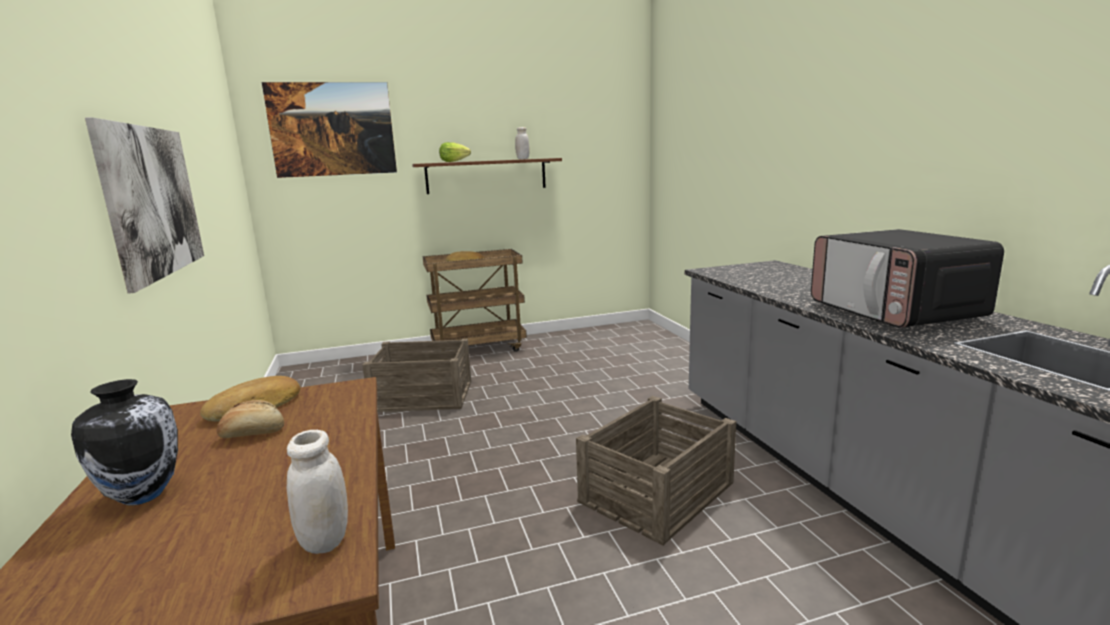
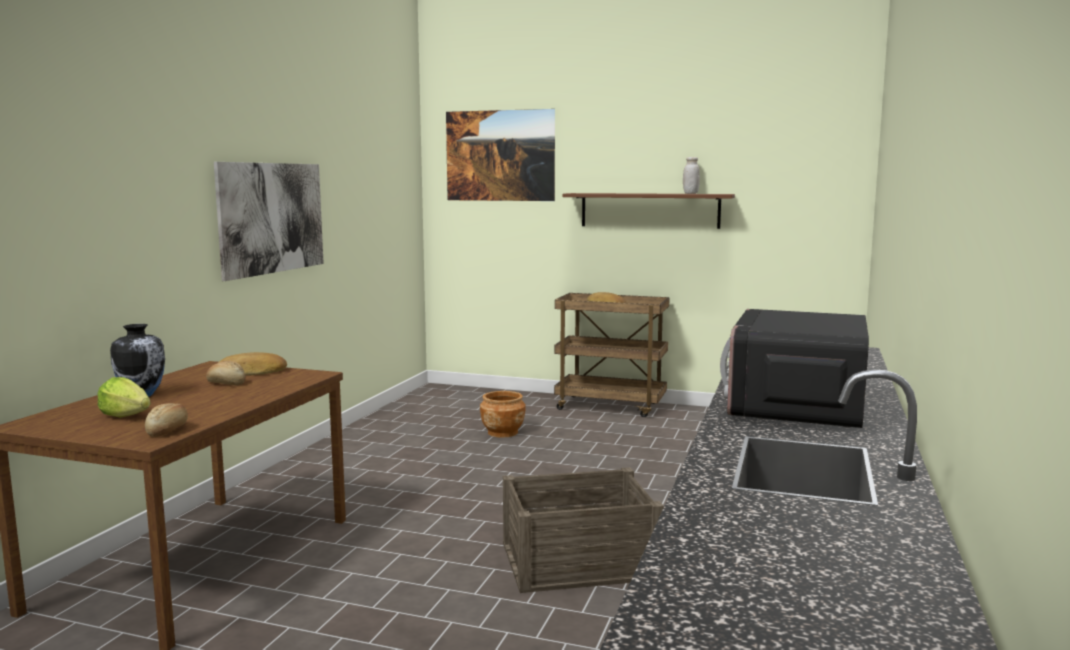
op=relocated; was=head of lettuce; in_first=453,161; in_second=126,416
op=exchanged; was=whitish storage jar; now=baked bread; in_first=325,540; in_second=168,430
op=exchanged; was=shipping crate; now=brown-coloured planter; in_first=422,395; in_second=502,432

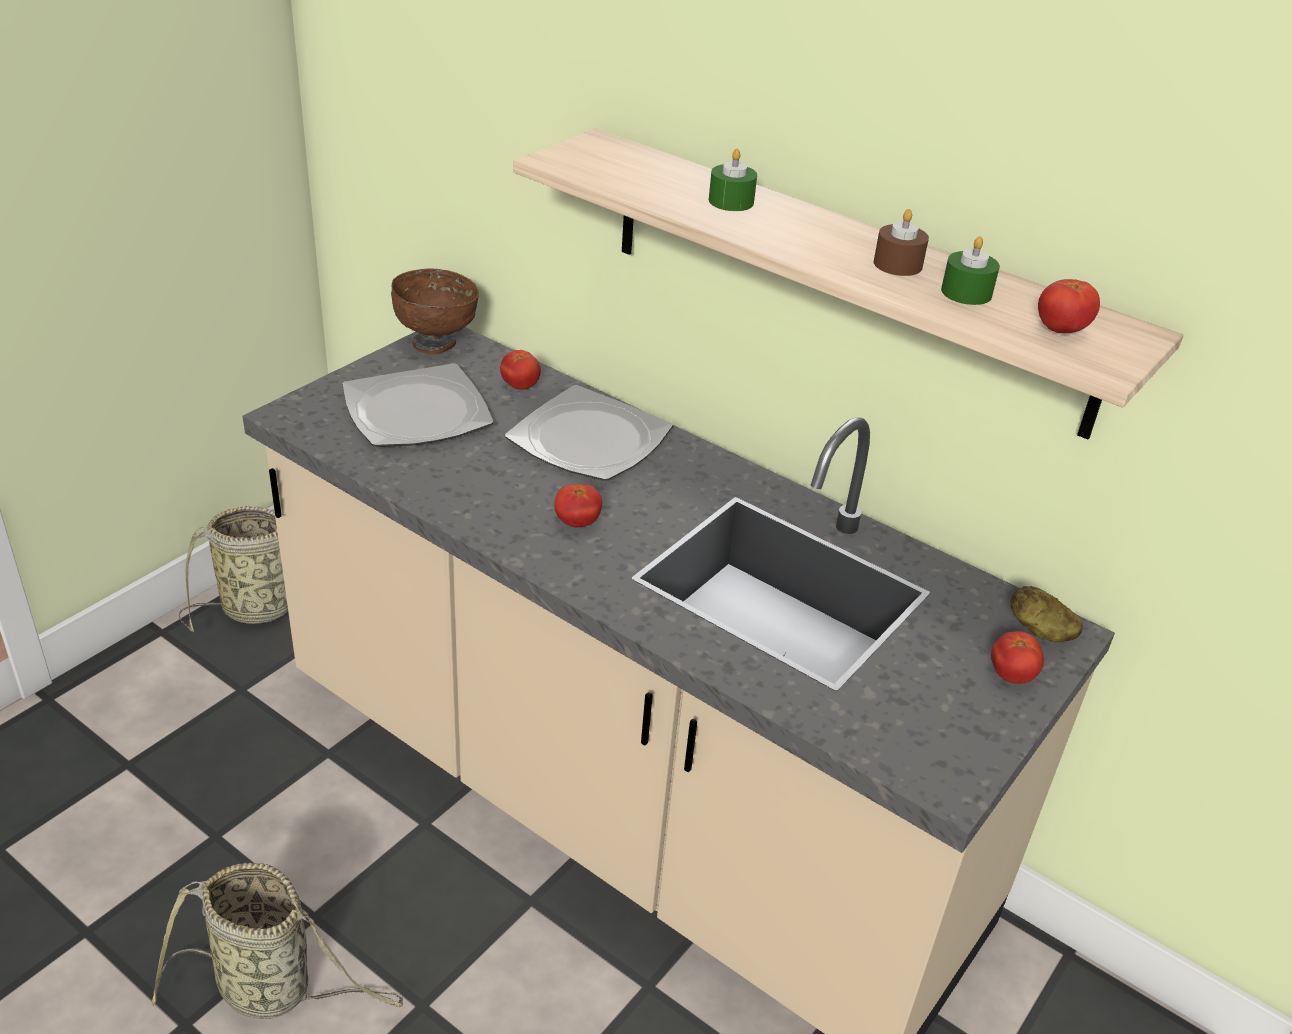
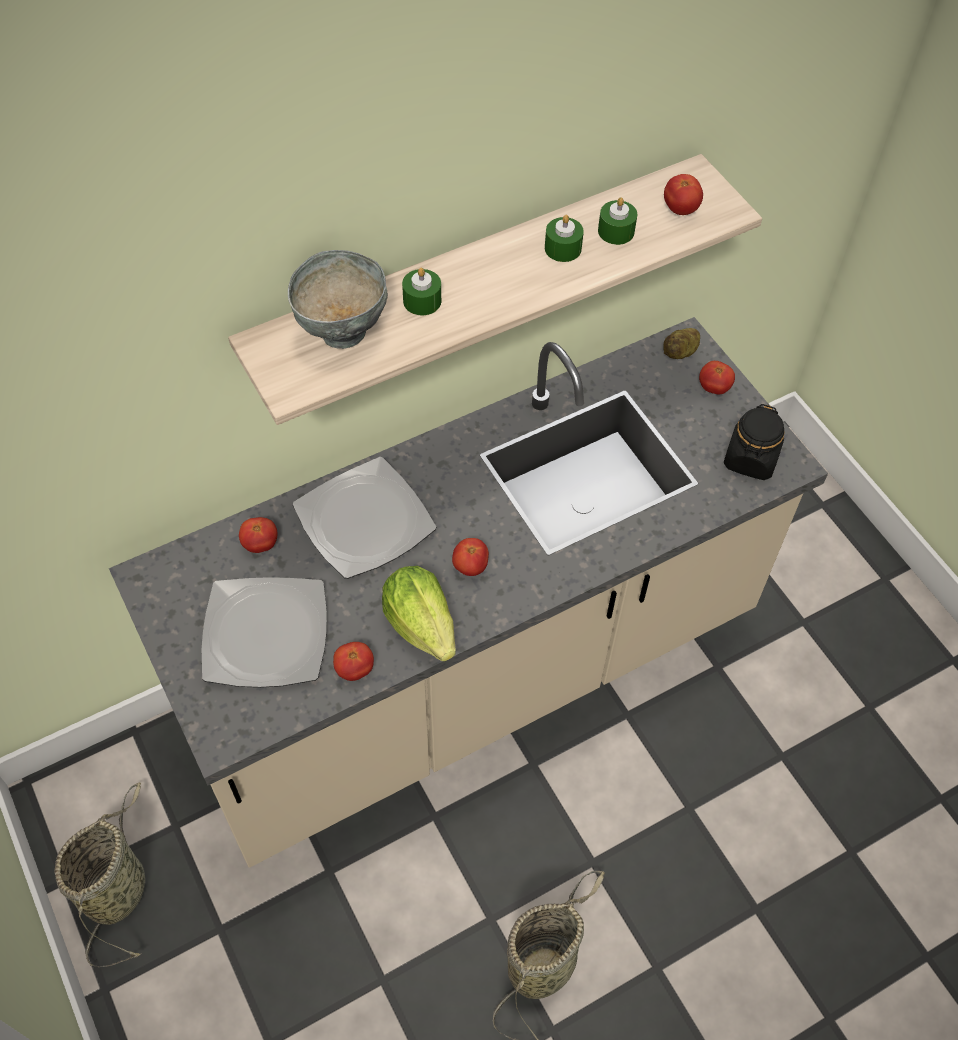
op=appeared; now=grey bowl; in_second=342,333
op=appeared; now=tomato; in_second=354,669
op=appeared; now=head of lettuce; in_second=421,624
op=colour; was=brown-coloured wax candle; now=green wax candle; in_first=897,264; in_second=563,248
op=appeared; now=black-coloured storage jar; in_second=750,459
op=missing; was=brown-coloured bowl; in_first=436,343

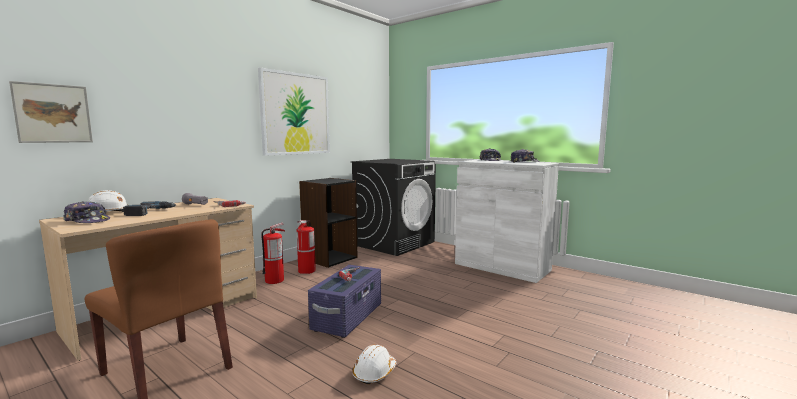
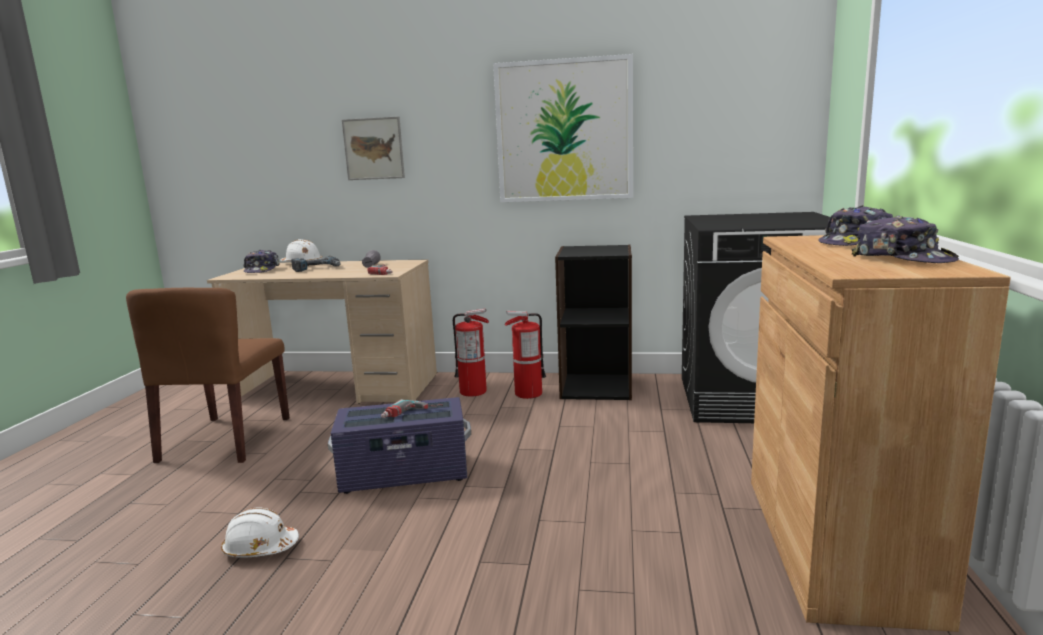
op=relocated; was=wall art; in_first=53,113; in_second=373,148
op=colour; was=whitish storage cabinet; now=brown-coloured storage cabinet; in_first=502,267; in_second=835,543

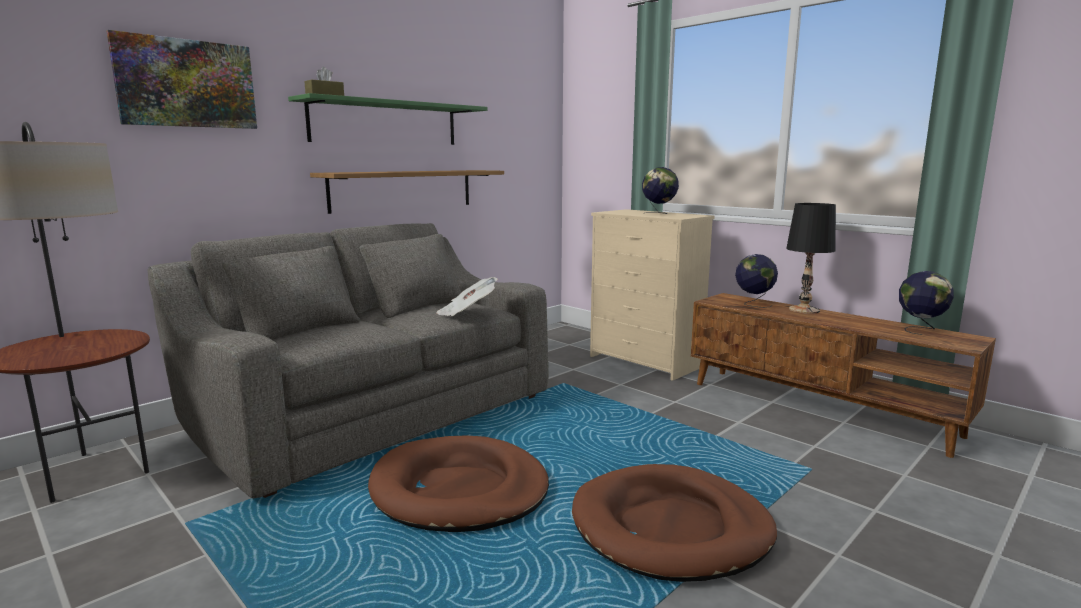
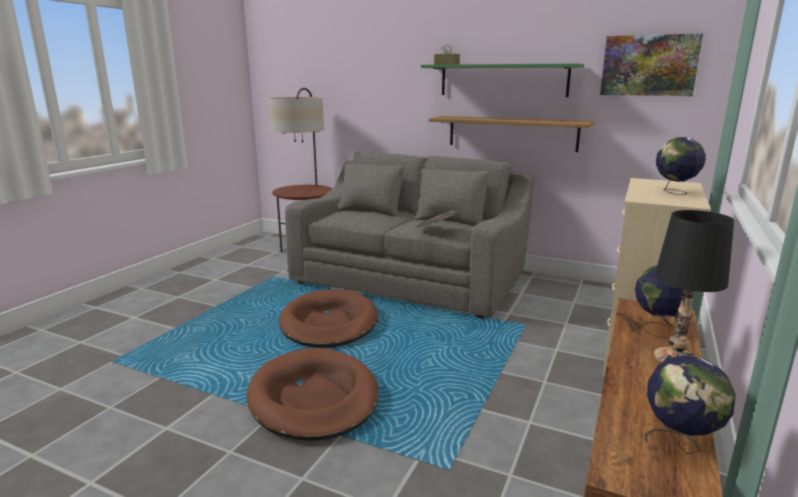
op=relocated; was=wall art; in_first=186,83; in_second=649,65

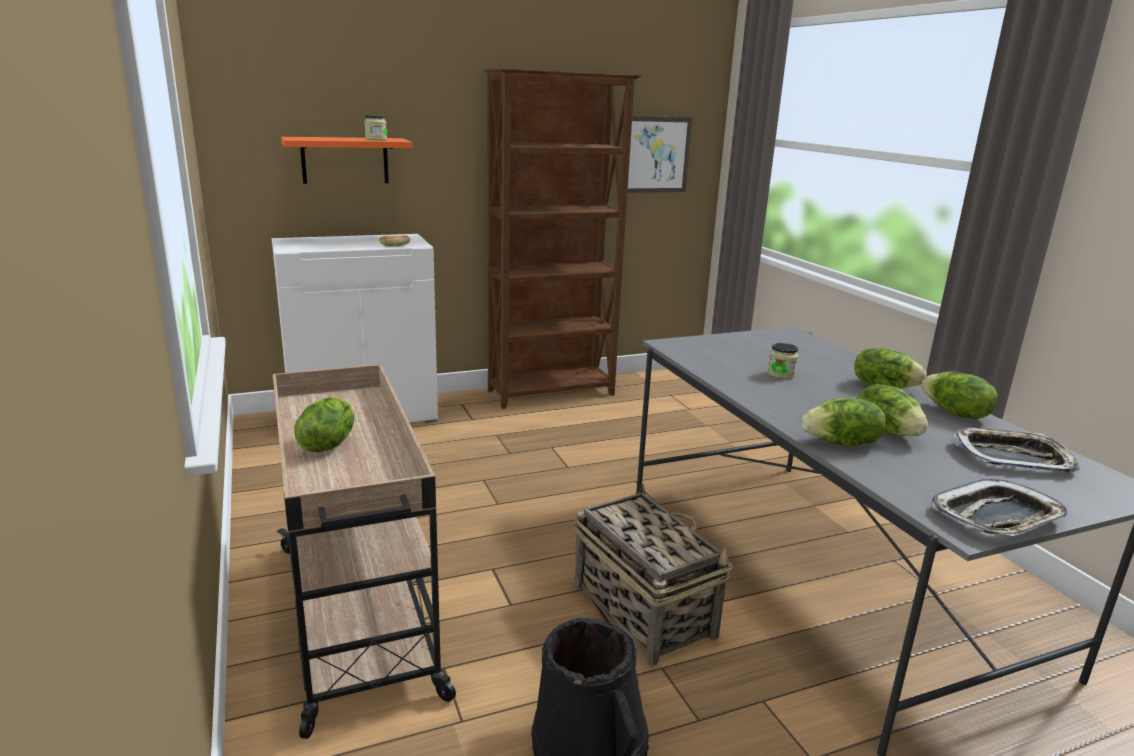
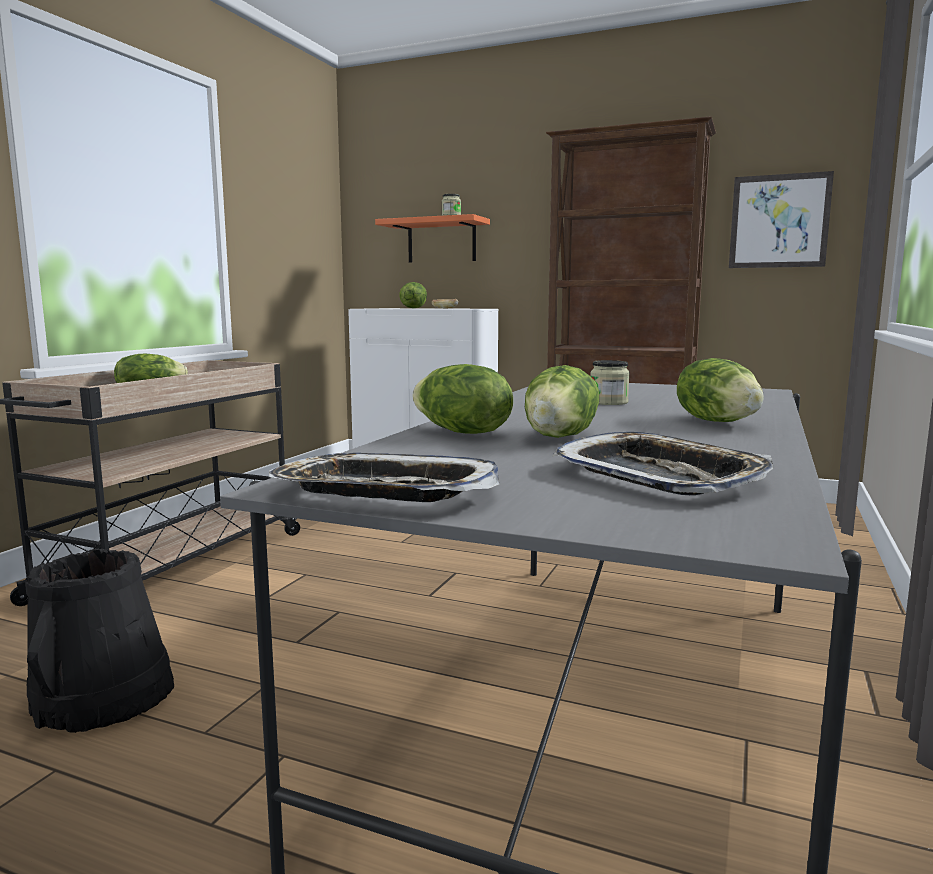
op=relocated; was=head of lettuce; in_first=955,413; in_second=413,308
op=missing; was=storage basket; in_first=642,609

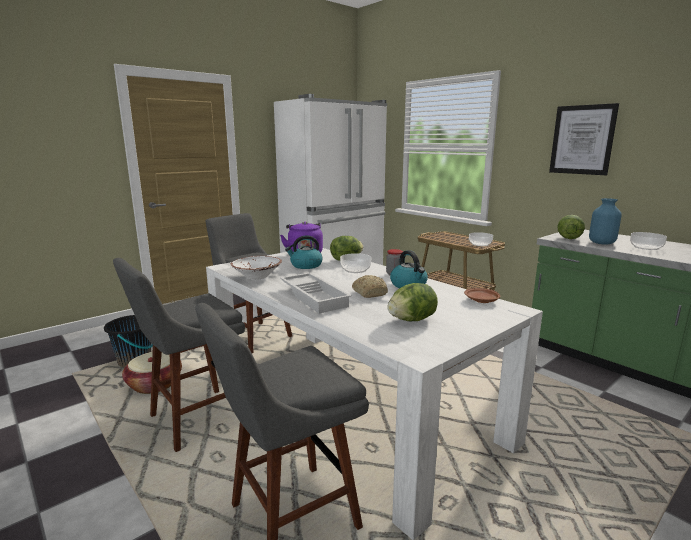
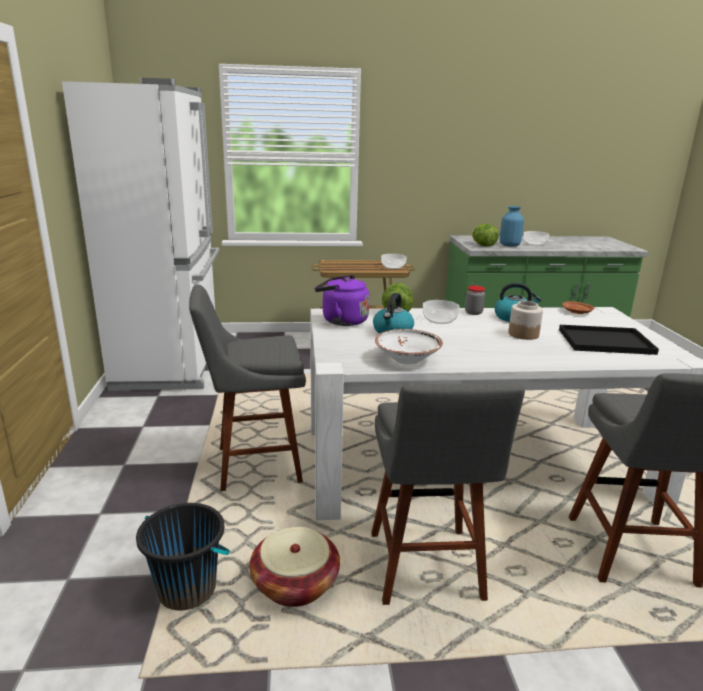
op=exchanged; was=baked bread; now=storage jar; in_first=369,293; in_second=523,334
op=exchanged; was=head of lettuce; now=black-coloured serving tray; in_first=412,320; in_second=607,341
op=missing; was=whitish serving tray; in_first=315,297
op=missing; was=wall art; in_first=582,140

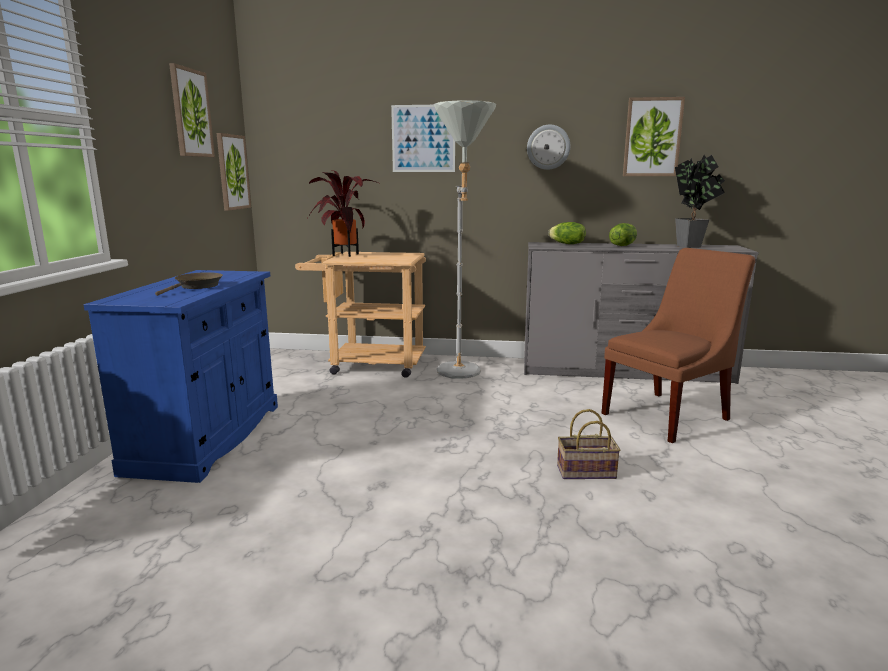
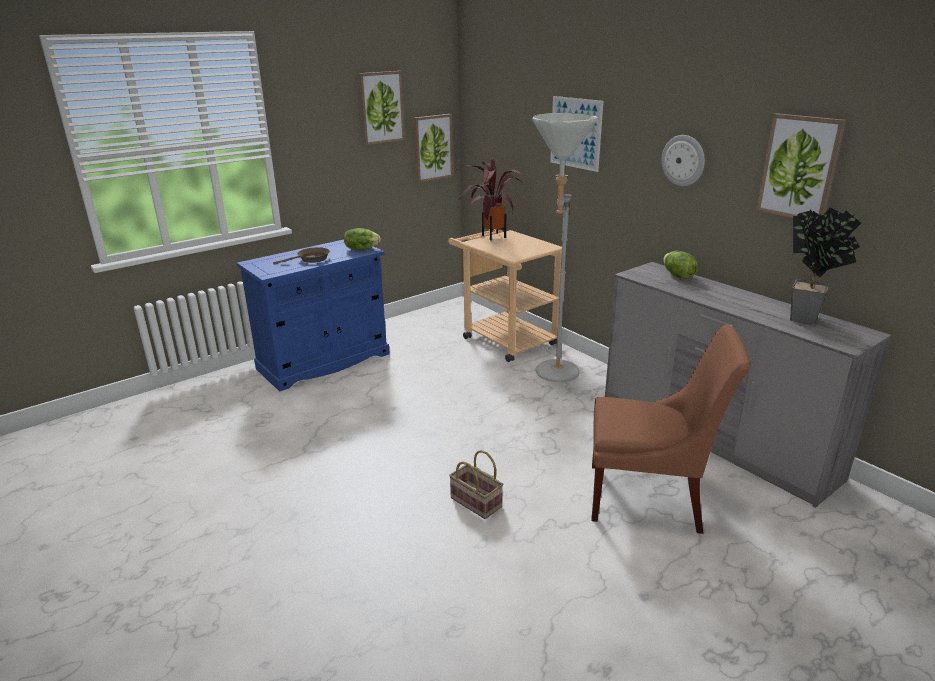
op=relocated; was=head of lettuce; in_first=622,245; in_second=361,249

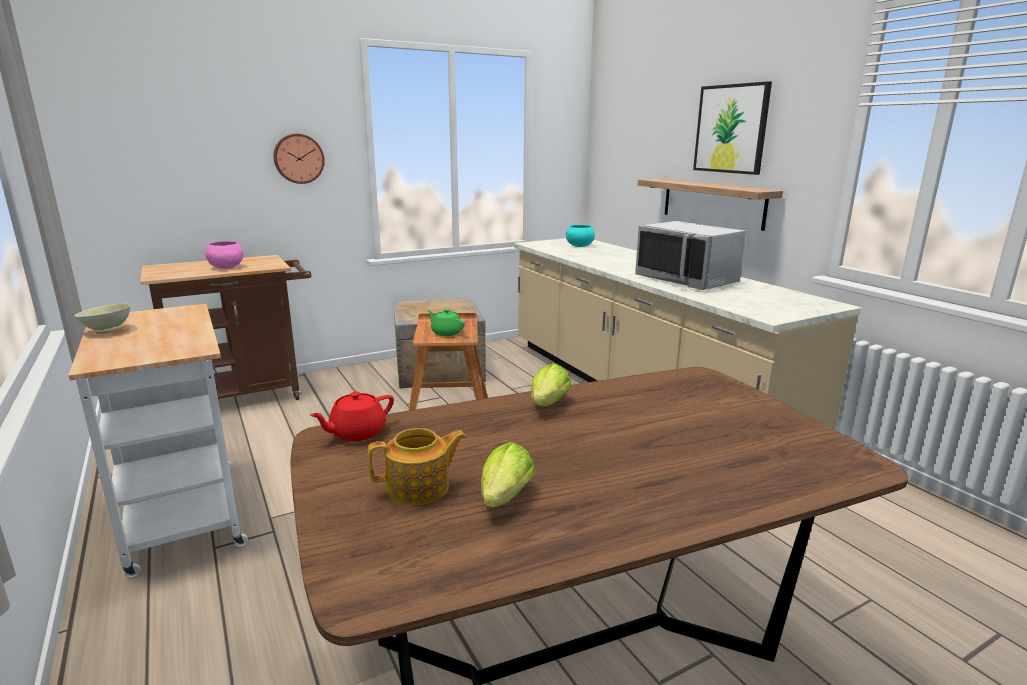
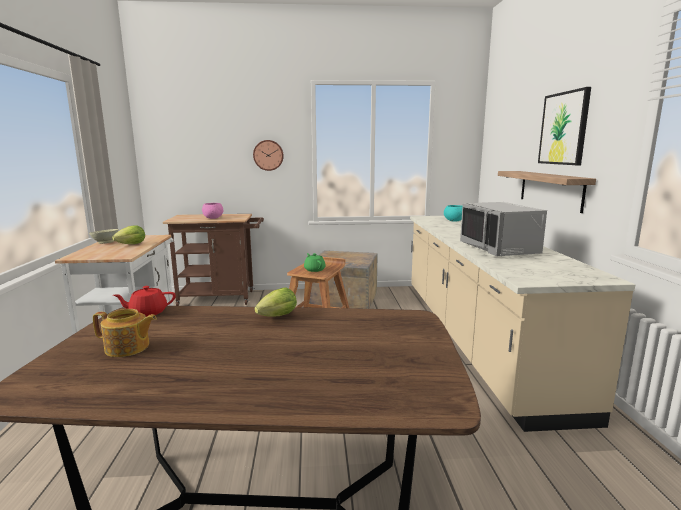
op=relocated; was=head of lettuce; in_first=503,500; in_second=129,245

